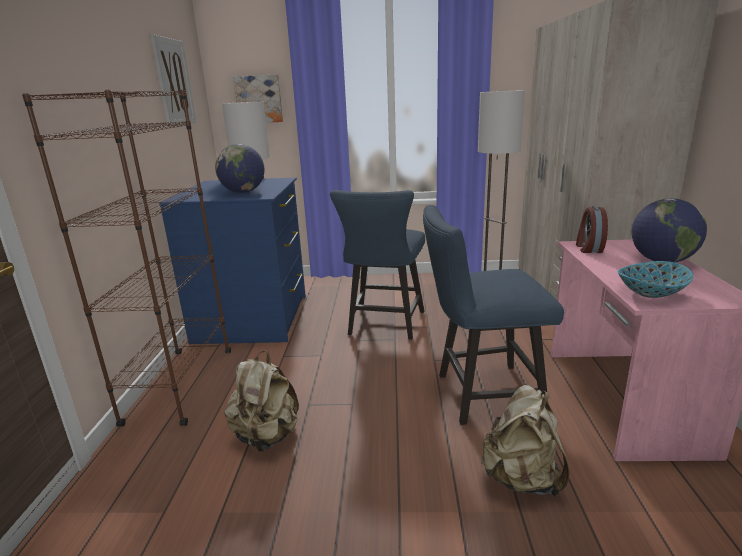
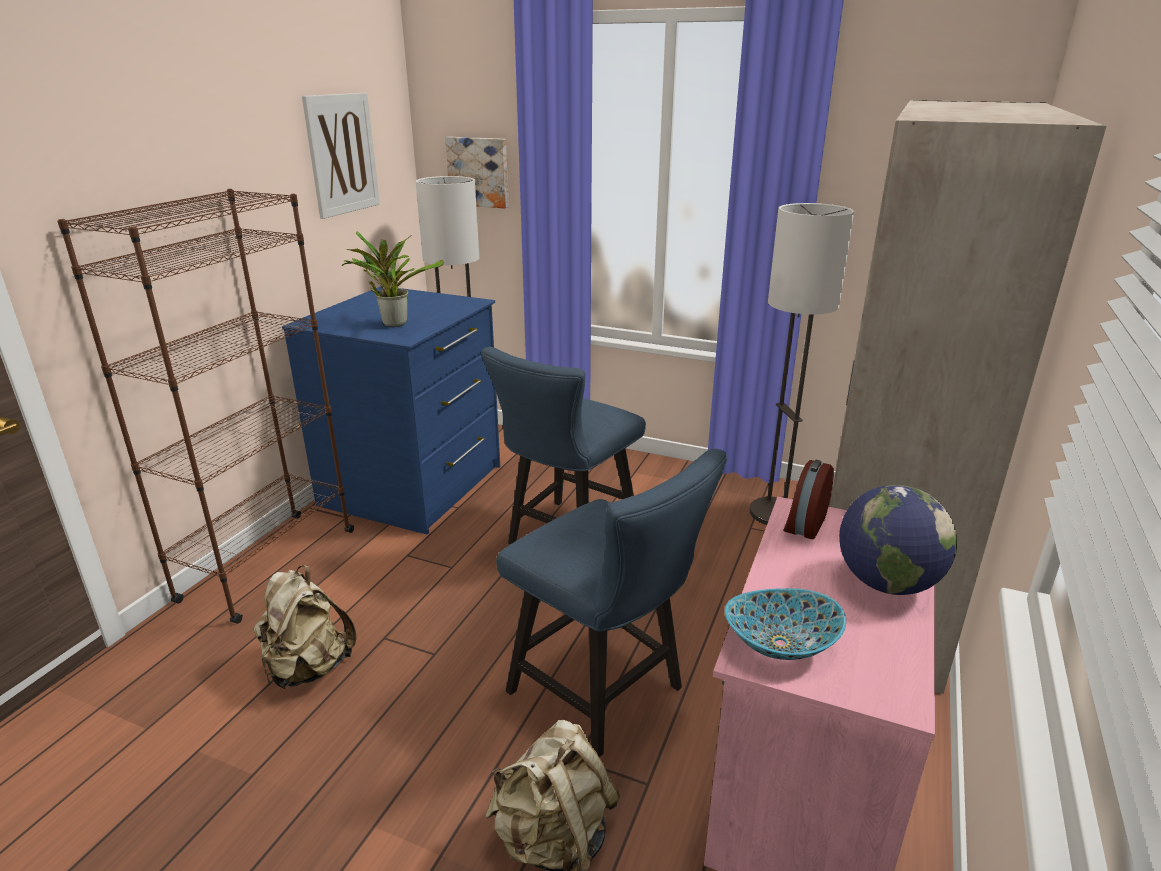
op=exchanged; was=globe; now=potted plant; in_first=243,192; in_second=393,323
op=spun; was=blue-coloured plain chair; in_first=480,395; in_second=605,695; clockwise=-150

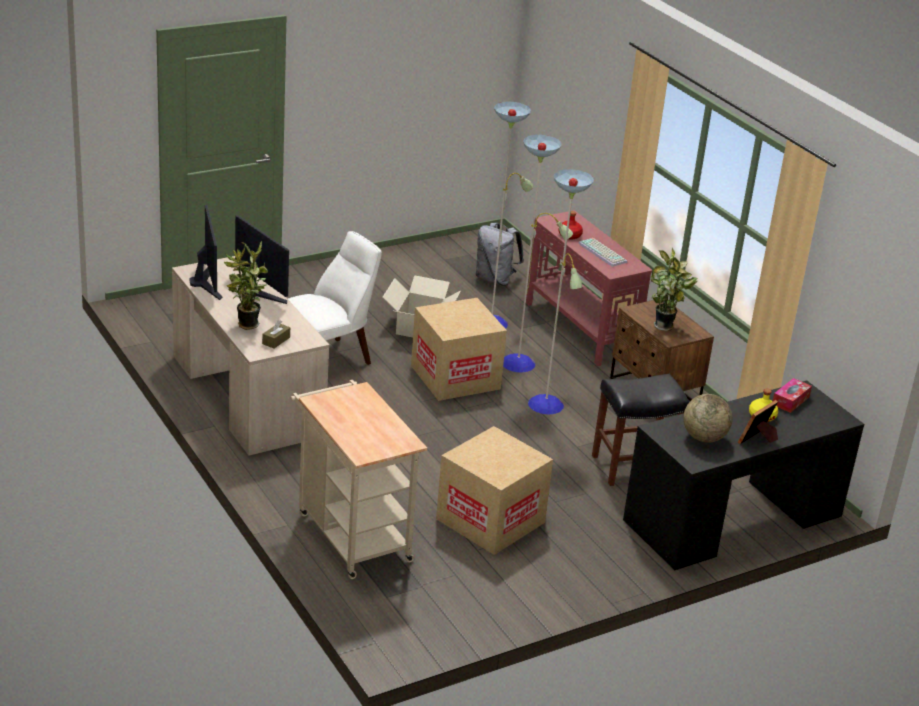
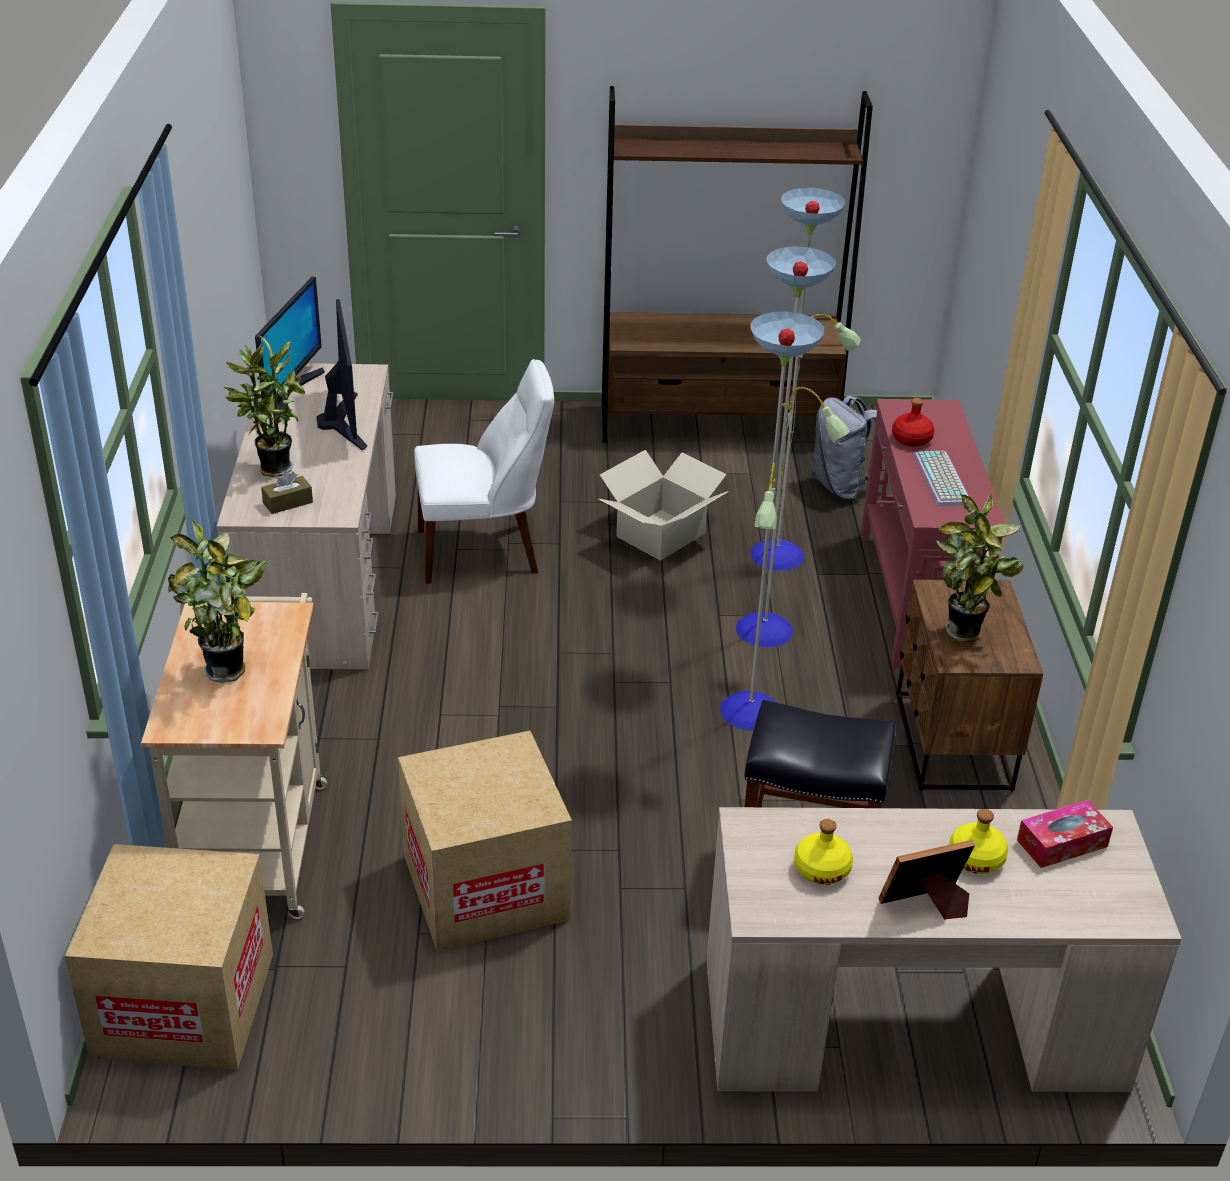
op=relocated; was=carton; in_first=455,377; in_second=184,1005
op=appeared; now=potted plant; in_second=230,671
op=appeared; now=brown-coloured bookshelf; in_second=719,425
op=colour; was=black-coloured desk; now=sand-coloured desk; in_first=732,517; in_second=909,1021
op=exchanged; was=globe; now=yellow-coloured bottle; in_first=704,438; in_second=821,869

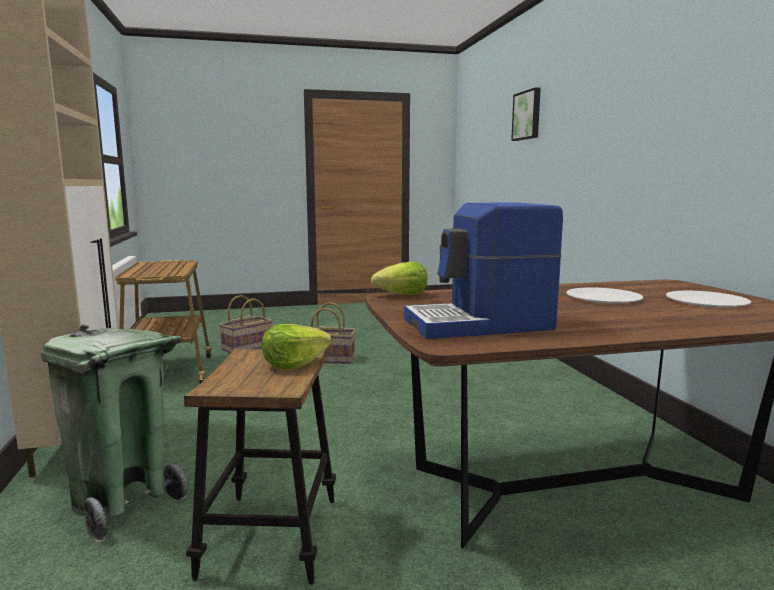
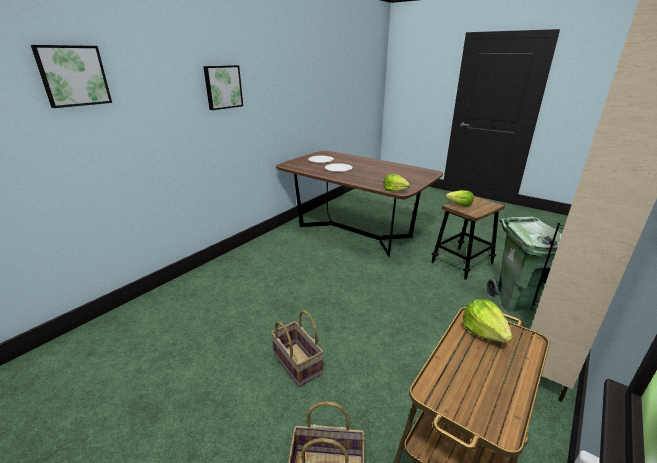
op=appeared; now=wall art; in_second=222,87
op=appeared; now=head of lettuce; in_second=484,331
op=missing; was=coffee machine; in_first=480,325

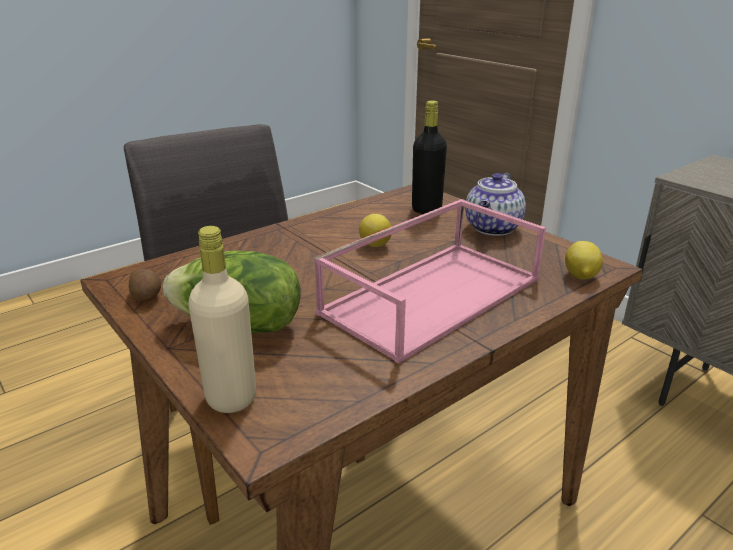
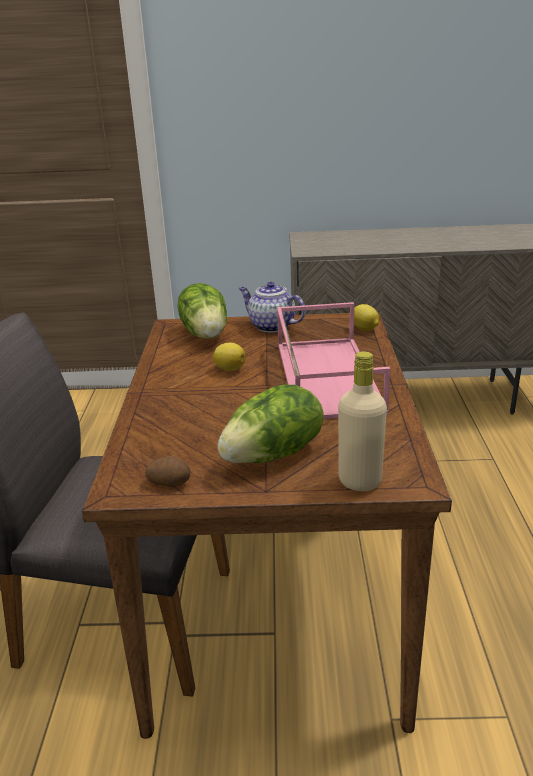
op=exchanged; was=black-coloured bottle; now=head of lettuce; in_first=426,209; in_second=206,333
op=spun; was=pot for tea; in_first=493,228; in_second=270,326; clockwise=150

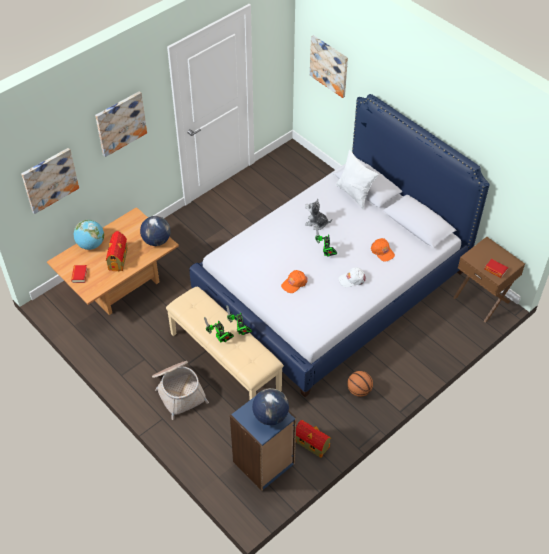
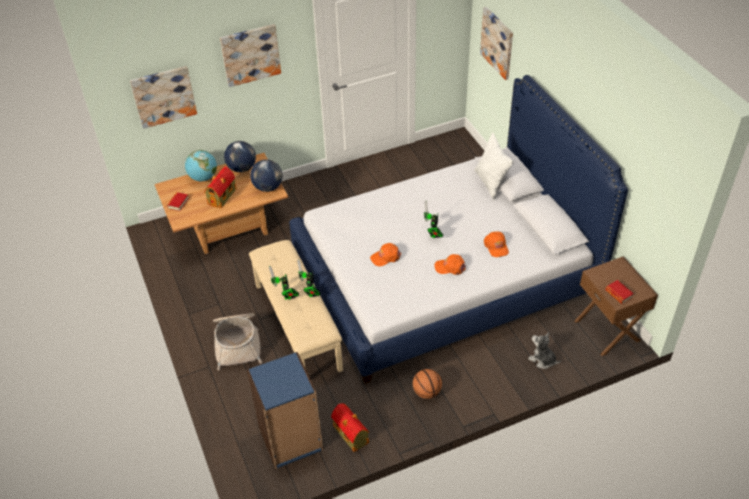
op=relocated; was=globe; in_first=270,416; in_second=242,168
op=colour; was=whitish cap; now=orange-coloured cap; in_first=352,279; in_second=450,267
op=relocated; was=soft toy; in_first=316,223; in_second=542,360

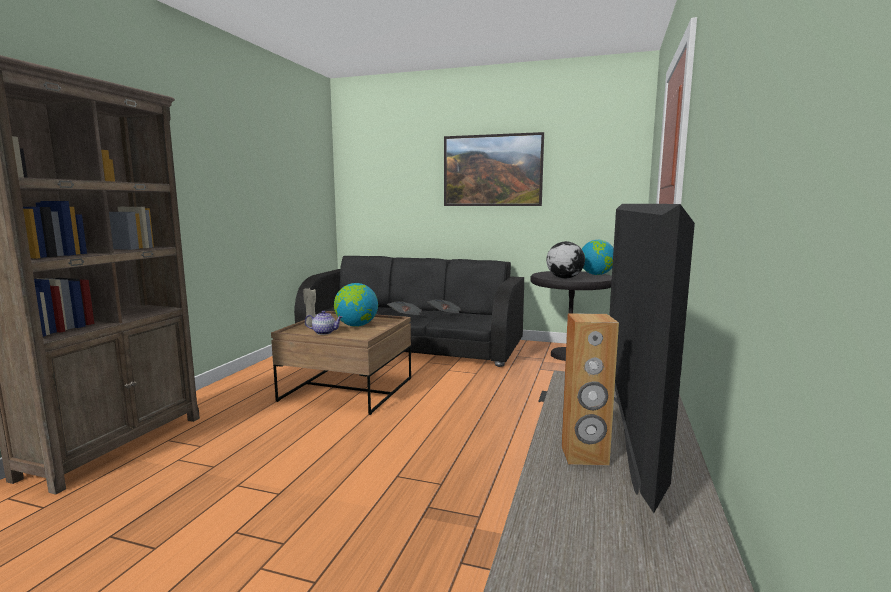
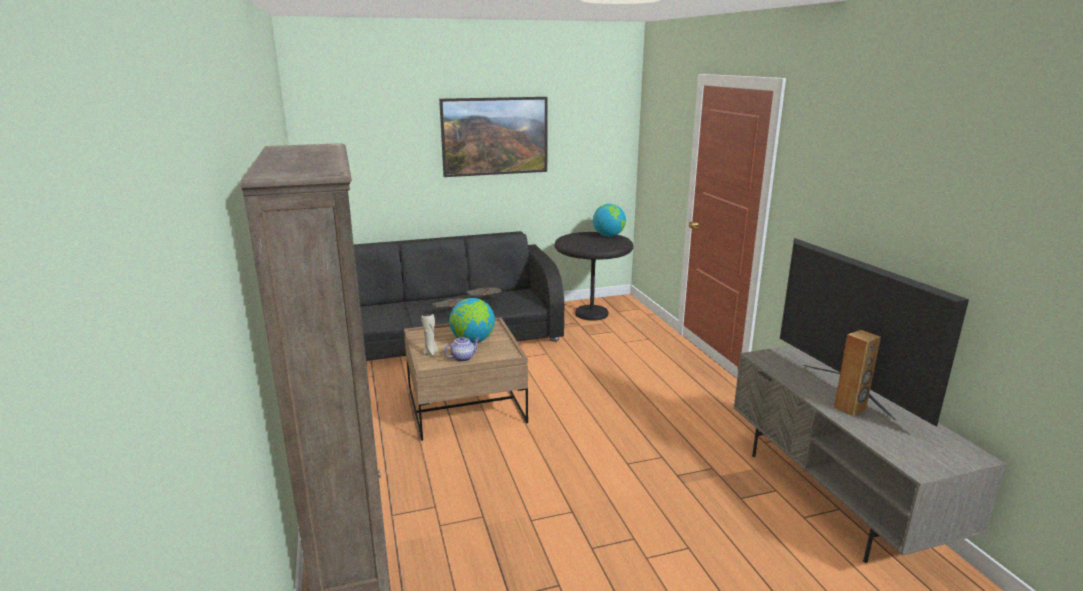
op=missing; was=globe; in_first=564,278

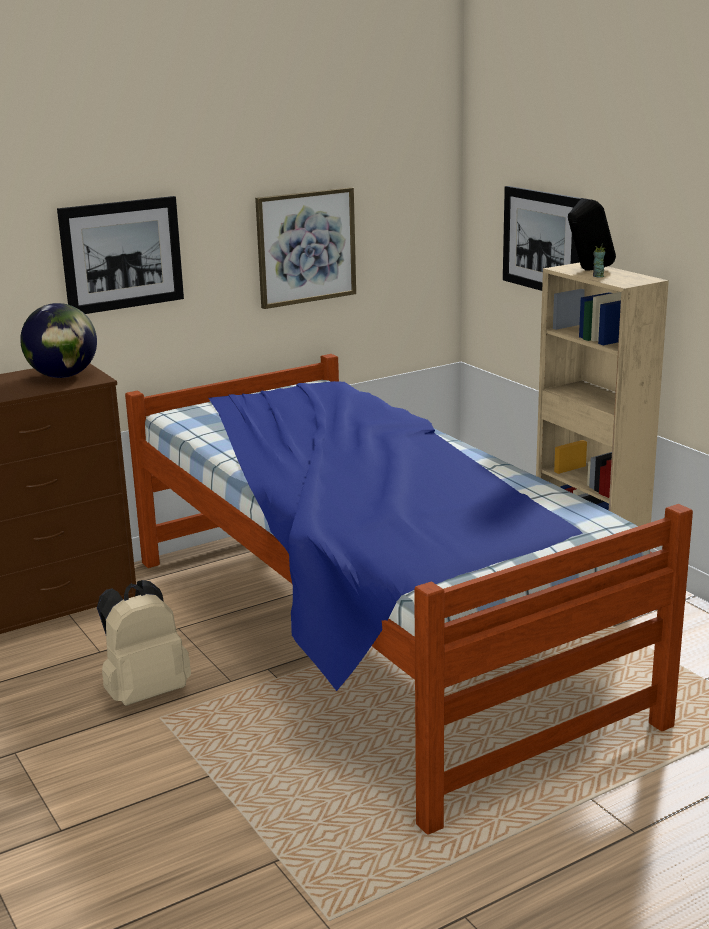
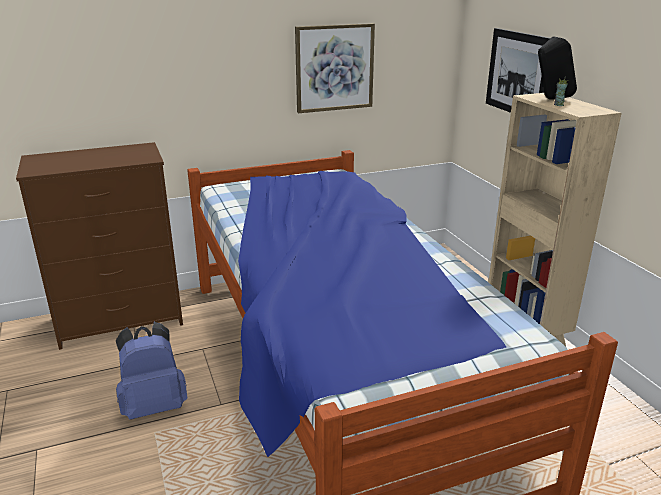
op=colour; was=sand-coloured backpack; now=blue-coloured backpack; in_first=145,692; in_second=154,405
op=missing; was=globe; in_first=63,376
op=missing; was=wall art; in_first=122,255

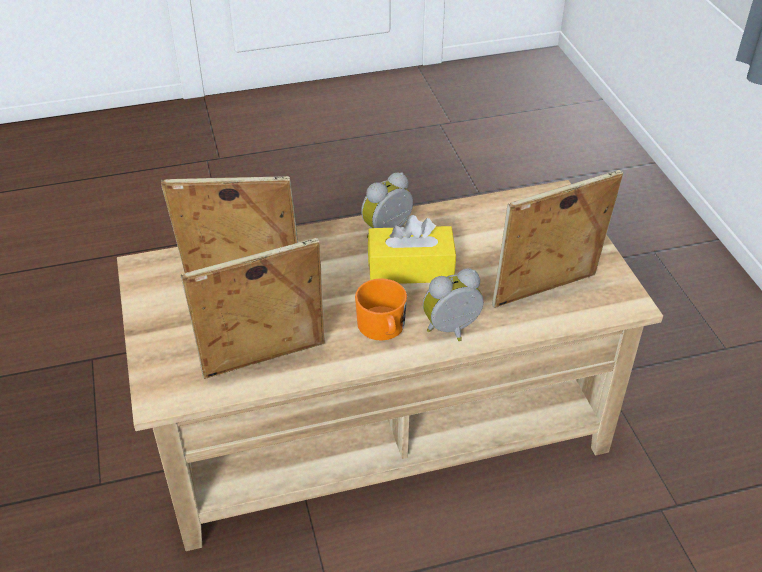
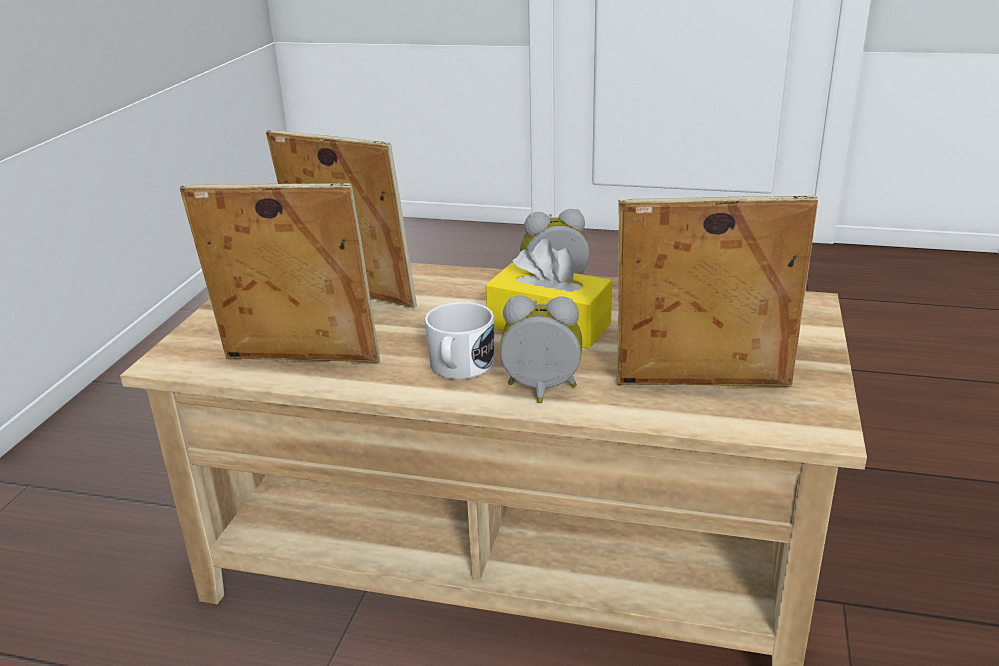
op=colour; was=orange-coloured coffee mug; now=whitish coffee mug; in_first=383,328; in_second=459,368

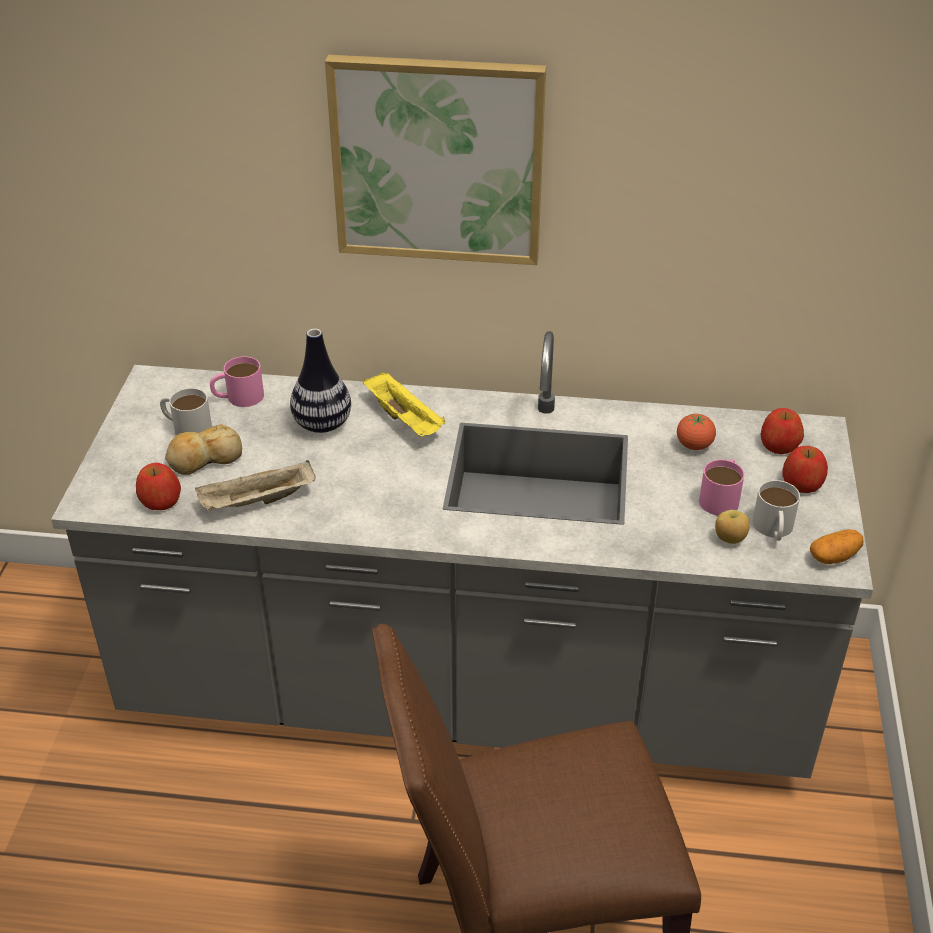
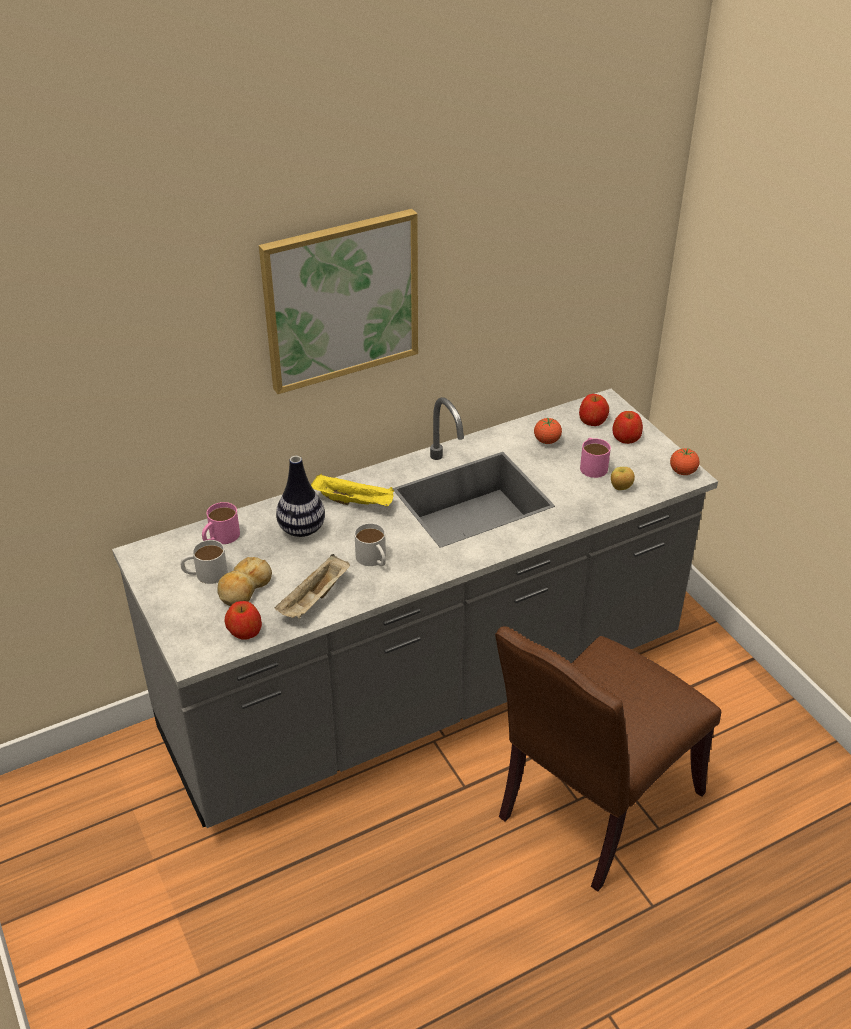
op=relocated; was=whitish coffee mug; in_first=773,529; in_second=373,559
op=exchanged; was=potato; now=tomato; in_first=834,557; in_second=682,472

